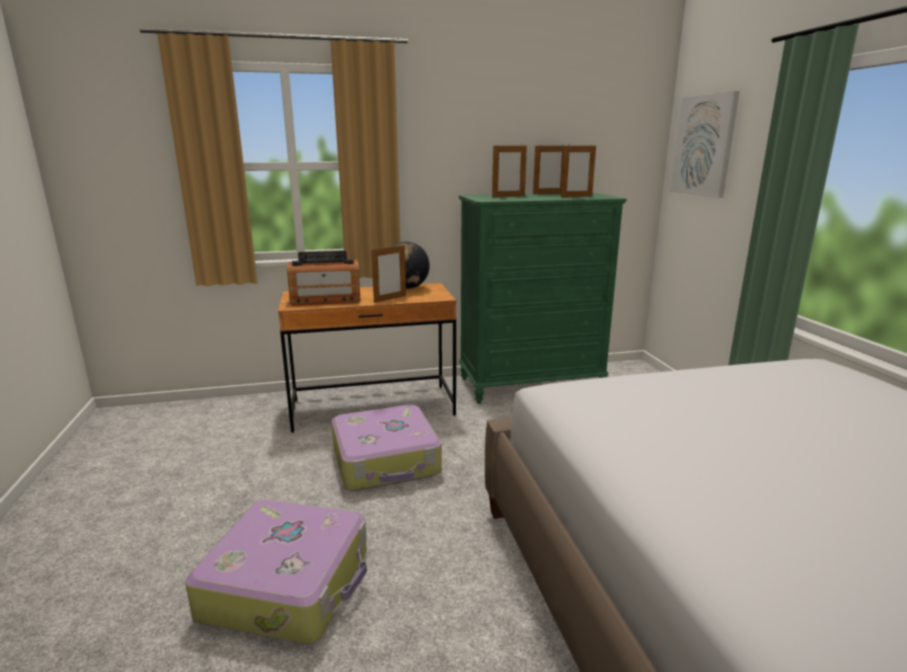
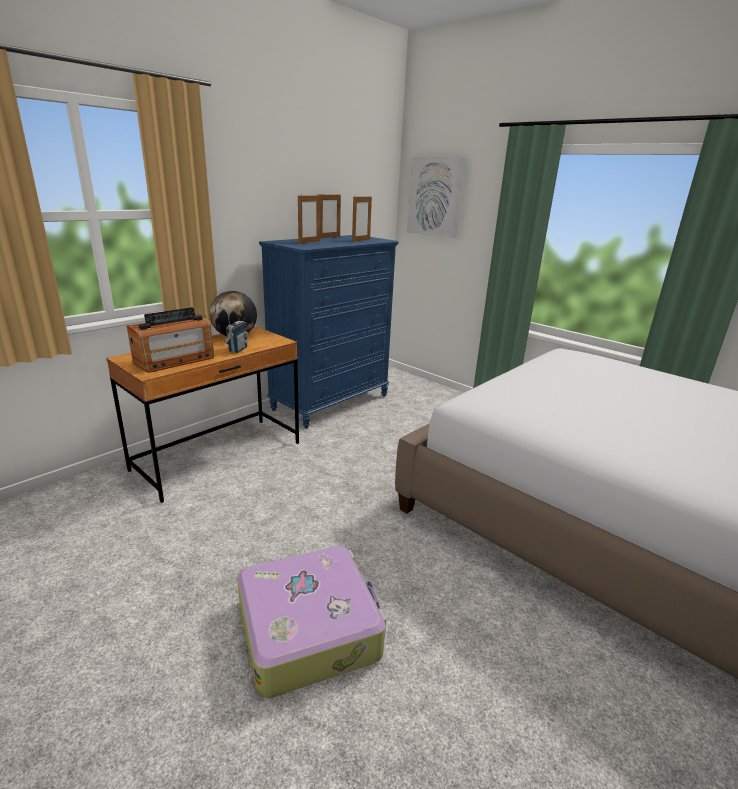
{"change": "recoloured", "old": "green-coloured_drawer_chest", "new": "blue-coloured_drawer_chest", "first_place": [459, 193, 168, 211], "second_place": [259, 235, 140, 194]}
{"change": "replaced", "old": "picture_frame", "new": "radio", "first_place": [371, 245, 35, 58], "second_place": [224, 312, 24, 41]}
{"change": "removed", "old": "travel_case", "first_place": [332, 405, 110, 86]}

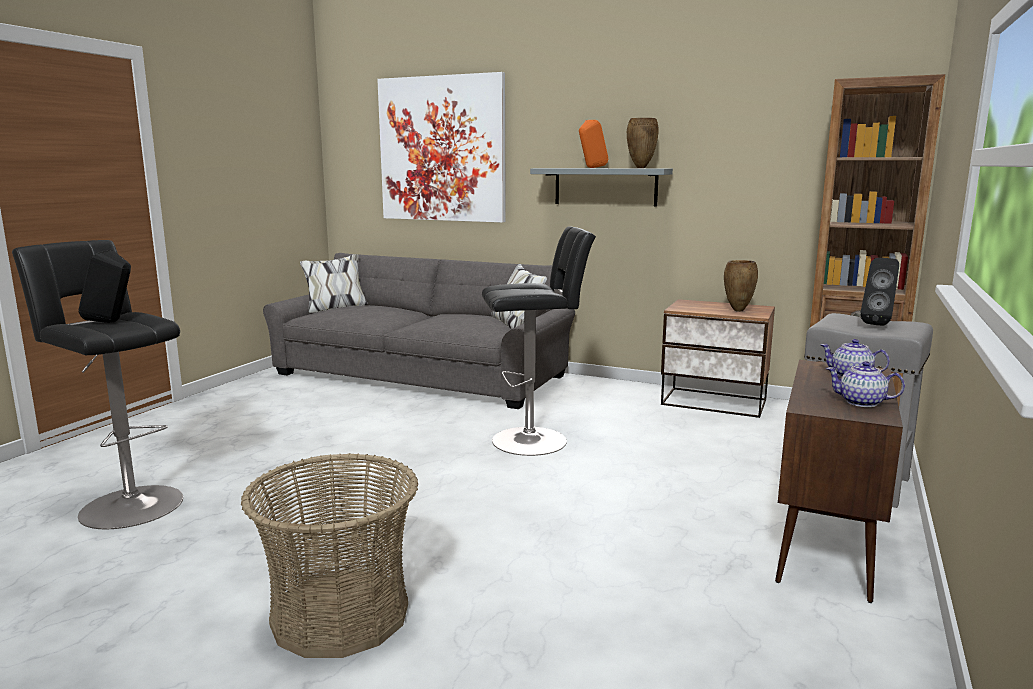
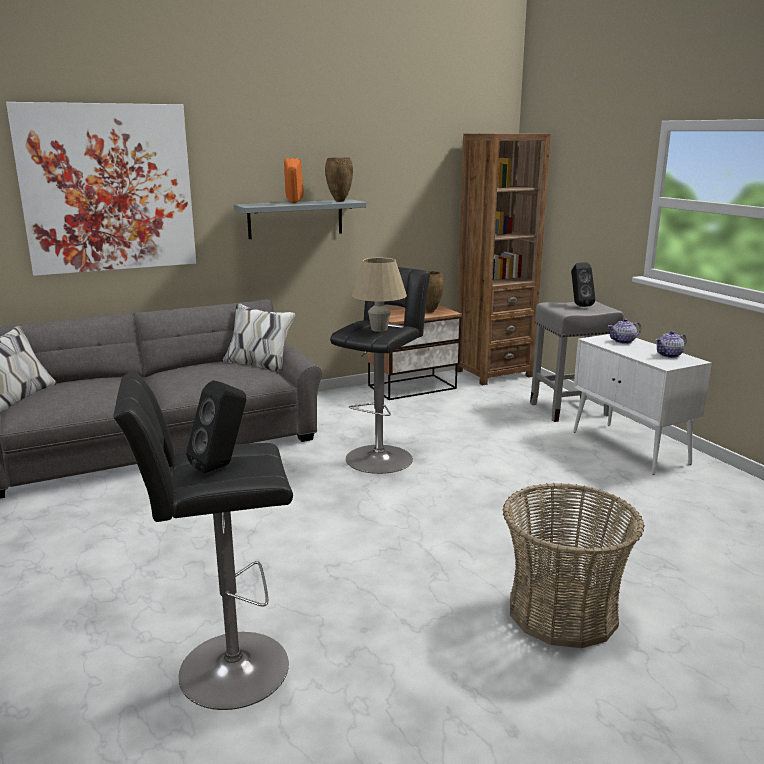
{"change": "recoloured", "old": "brown-coloured_storage_cabinet", "new": "white-coloured_storage_cabinet", "first_place": [775, 360, 128, 243], "second_place": [573, 334, 139, 141]}
{"change": "added", "new": "beige-coloured_table_lamp", "second_place": [352, 258, 55, 74]}

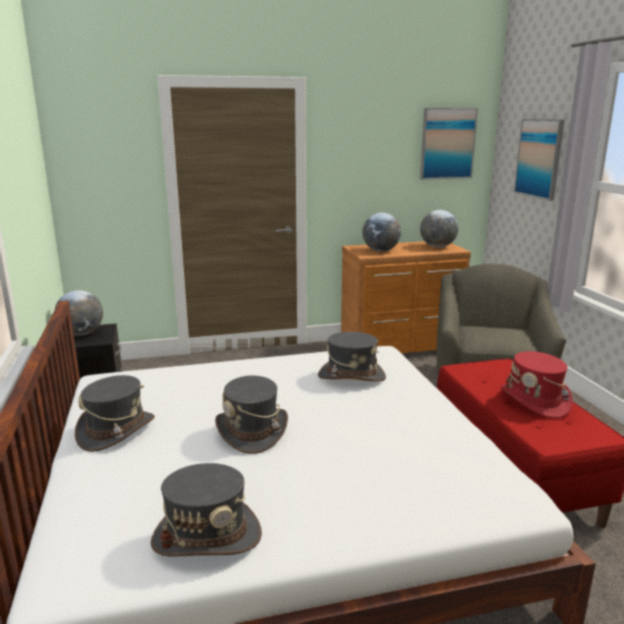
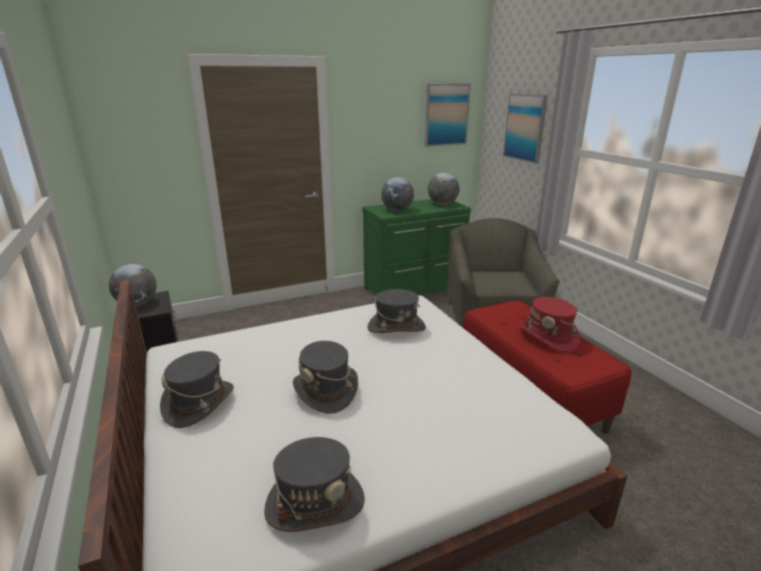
{"change": "recoloured", "old": "brown-coloured_drawer_chest", "new": "green-coloured_drawer_chest", "first_place": [341, 241, 130, 113], "second_place": [363, 199, 108, 96]}

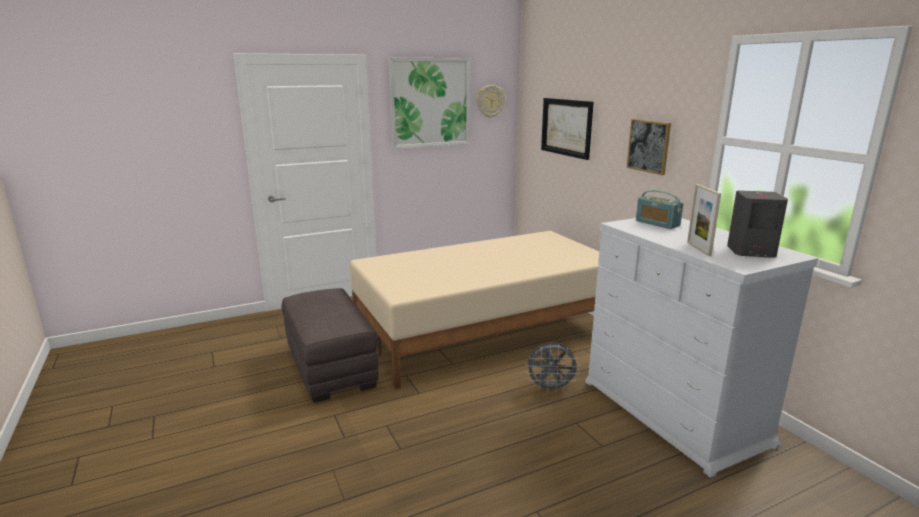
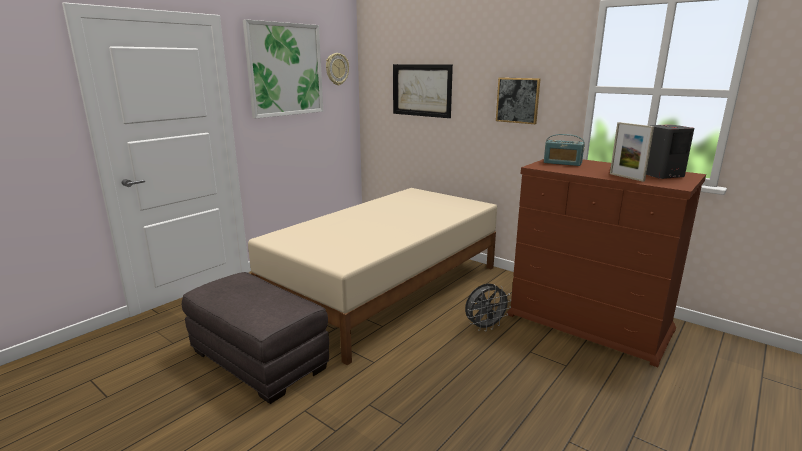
{"change": "recoloured", "old": "white-coloured_drawer_chest", "new": "brown-coloured_drawer_chest", "first_place": [585, 218, 233, 260], "second_place": [507, 159, 199, 208]}

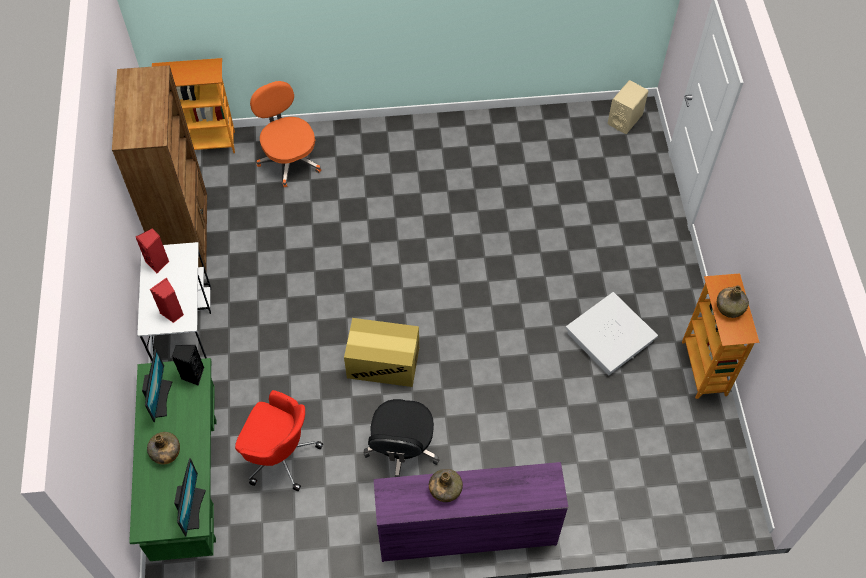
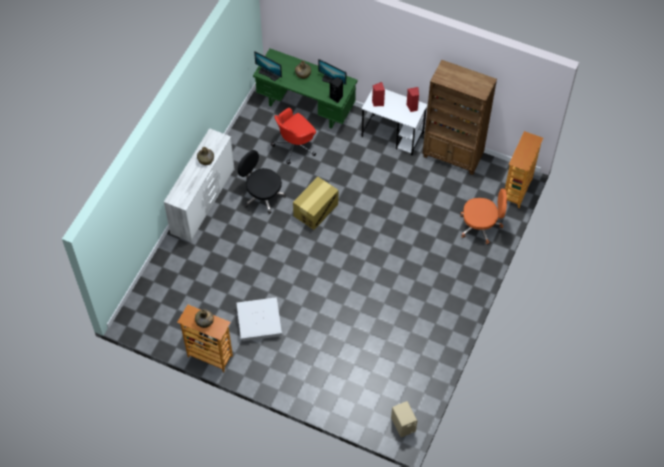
{"change": "recoloured", "old": "purple-coloured_drawer_chest", "new": "white-coloured_drawer_chest", "first_place": [374, 462, 194, 100], "second_place": [164, 128, 71, 114]}

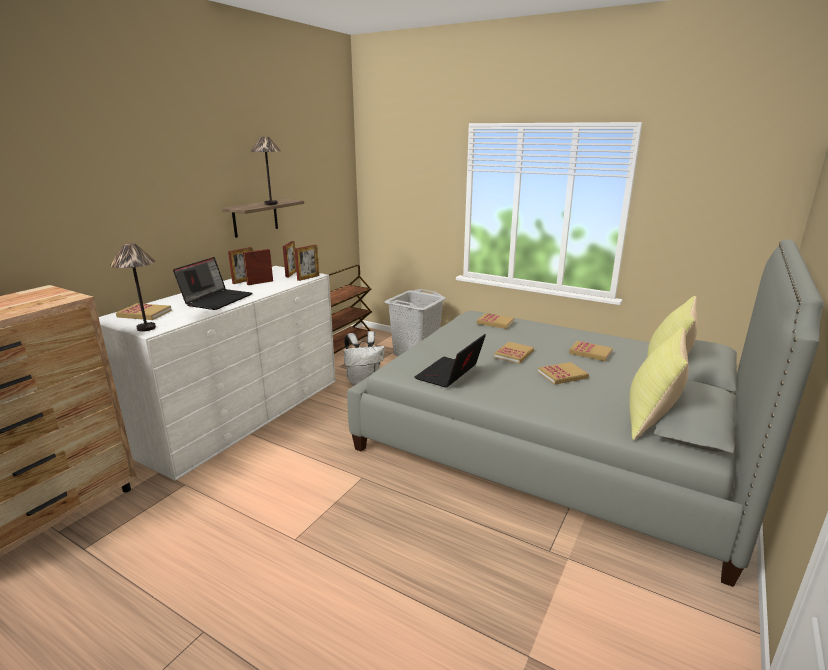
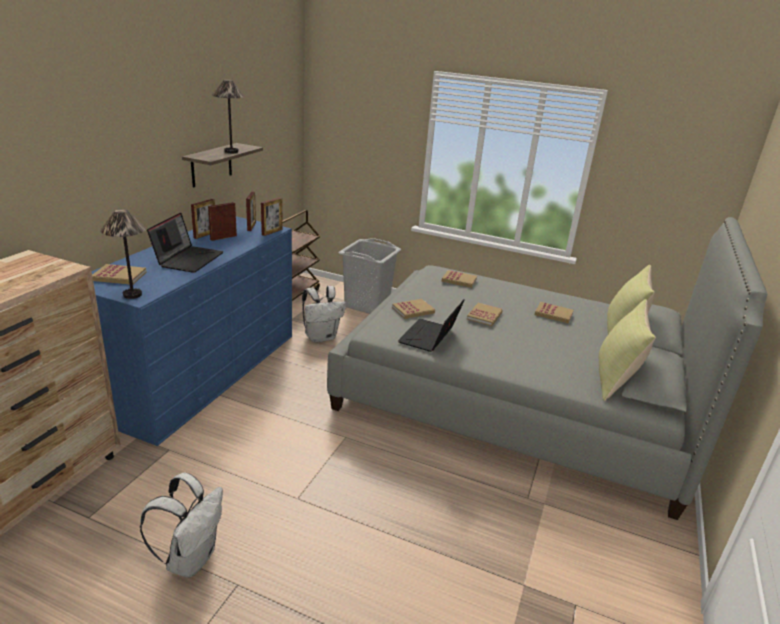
{"change": "recoloured", "old": "white-coloured_drawer_chest", "new": "blue-coloured_drawer_chest", "first_place": [99, 266, 237, 215], "second_place": [92, 216, 200, 230]}
{"change": "moved", "old": "bound_book", "first_place": [538, 362, 51, 23], "second_place": [392, 299, 43, 20]}
{"change": "added", "new": "white-coloured_backpack", "second_place": [140, 473, 83, 105]}

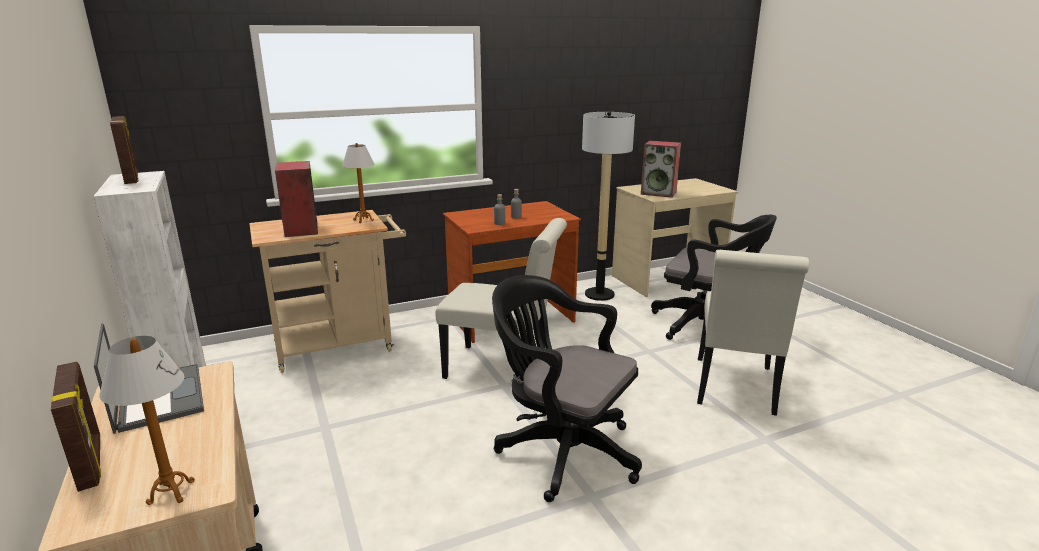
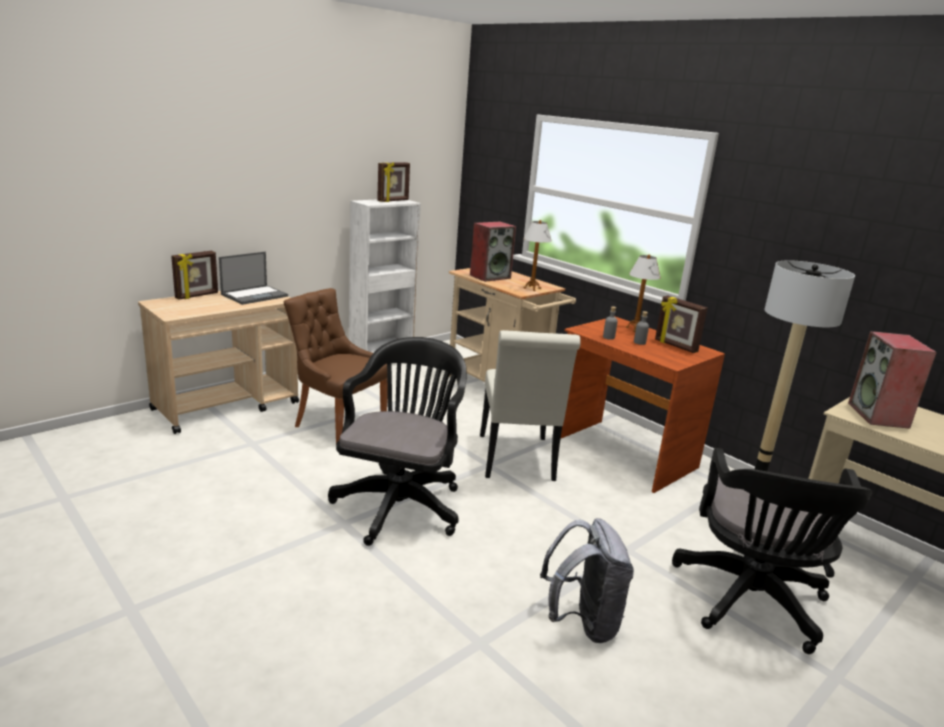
{"change": "replaced", "old": "white-coloured_plain_chair", "new": "gray_backpack", "first_place": [697, 250, 112, 166], "second_place": [540, 518, 94, 125]}
{"change": "moved", "old": "table_lamp", "first_place": [100, 336, 95, 169], "second_place": [626, 255, 35, 77]}
{"change": "added", "new": "brown-coloured_plain_chair", "second_place": [284, 288, 104, 155]}
{"change": "added", "new": "picture_frame", "second_place": [655, 296, 53, 57]}

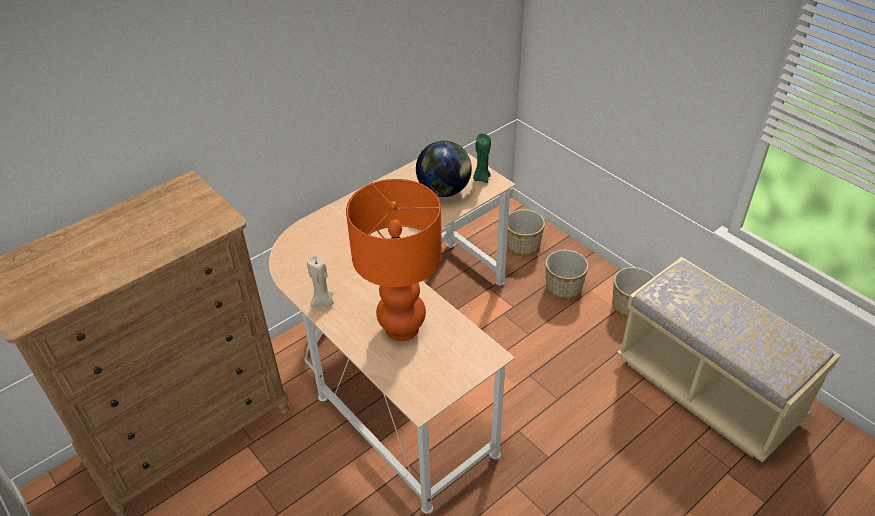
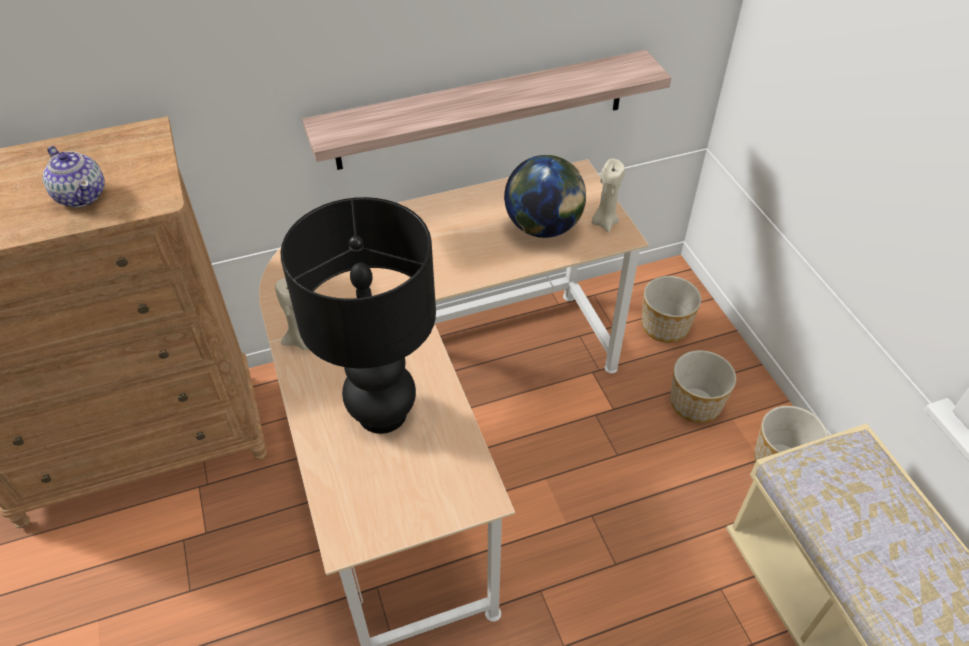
{"change": "recoloured", "old": "green-coloured_wax_light", "new": "beige-coloured_wax_light", "first_place": [473, 133, 18, 50], "second_place": [592, 159, 33, 73]}
{"change": "recoloured", "old": "orange-coloured_table_lamp", "new": "black-coloured_table_lamp", "first_place": [346, 179, 96, 162], "second_place": [280, 197, 156, 237]}
{"change": "added", "new": "shelf", "second_place": [302, 50, 369, 120]}
{"change": "added", "new": "tea_pot", "second_place": [42, 146, 62, 61]}

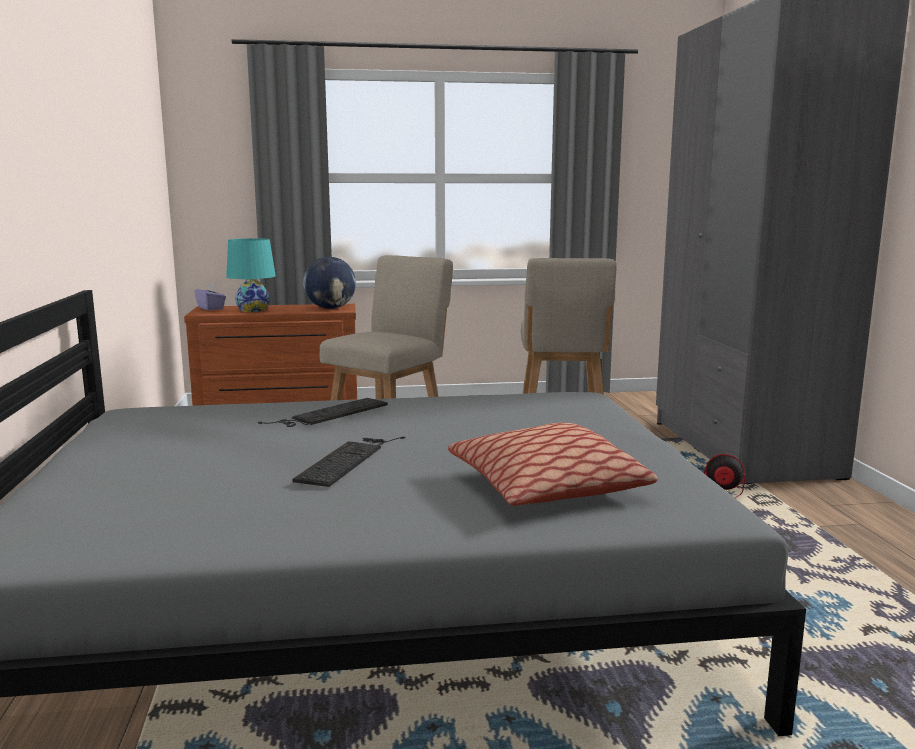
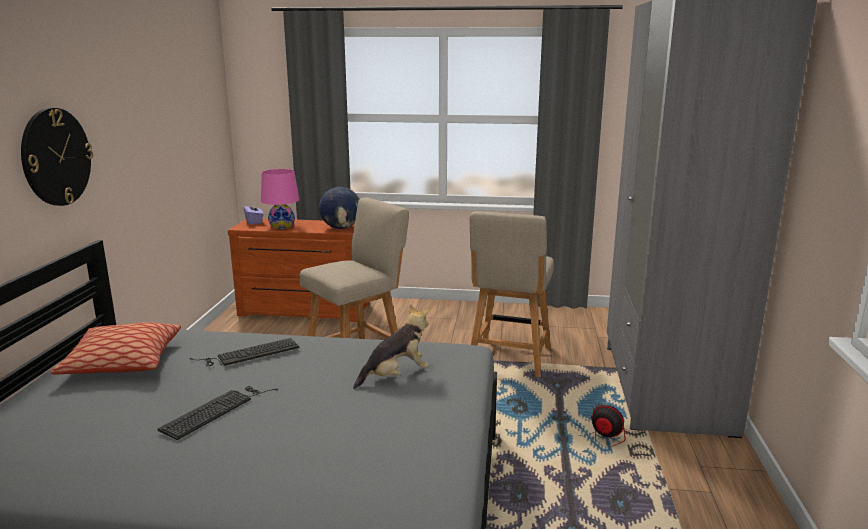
{"change": "recoloured", "old": "blue-green_table_lamp", "new": "pink-coloured_table_lamp", "first_place": [226, 238, 50, 74], "second_place": [261, 169, 39, 60]}
{"change": "moved", "old": "cushion", "first_place": [448, 423, 210, 83], "second_place": [50, 322, 131, 53]}
{"change": "added", "new": "wall_clock", "second_place": [21, 108, 72, 98]}
{"change": "added", "new": "cuddly_toy", "second_place": [353, 304, 76, 85]}

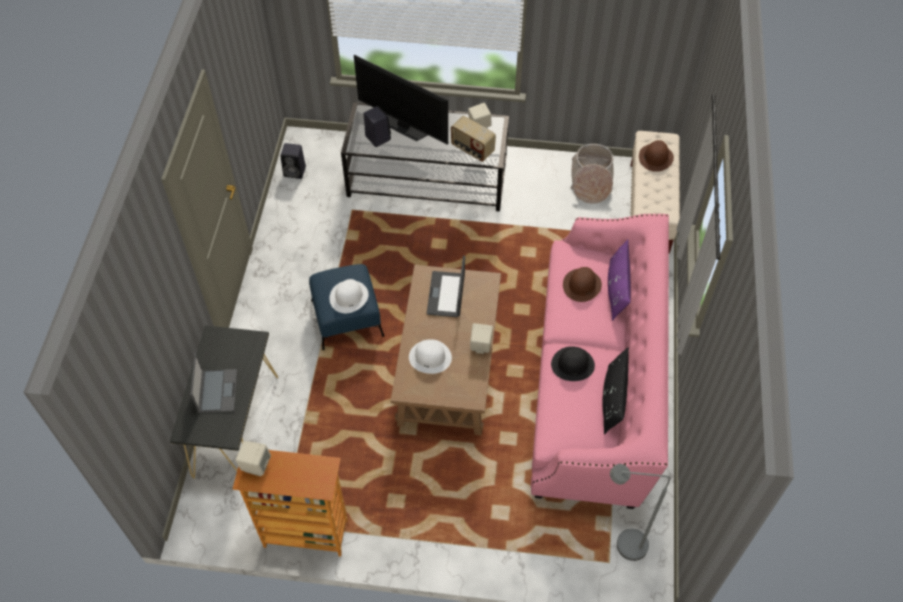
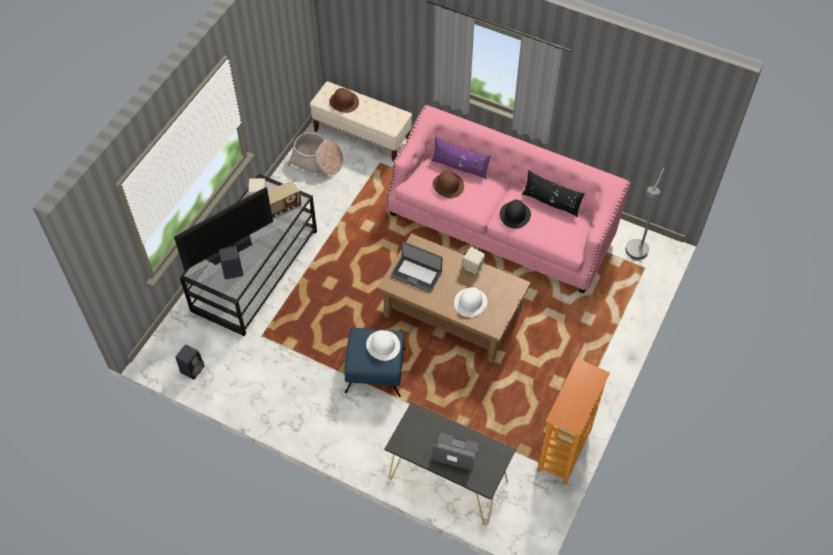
{"change": "removed", "old": "beige-coloured_loudspeaker", "first_place": [235, 441, 36, 35]}

